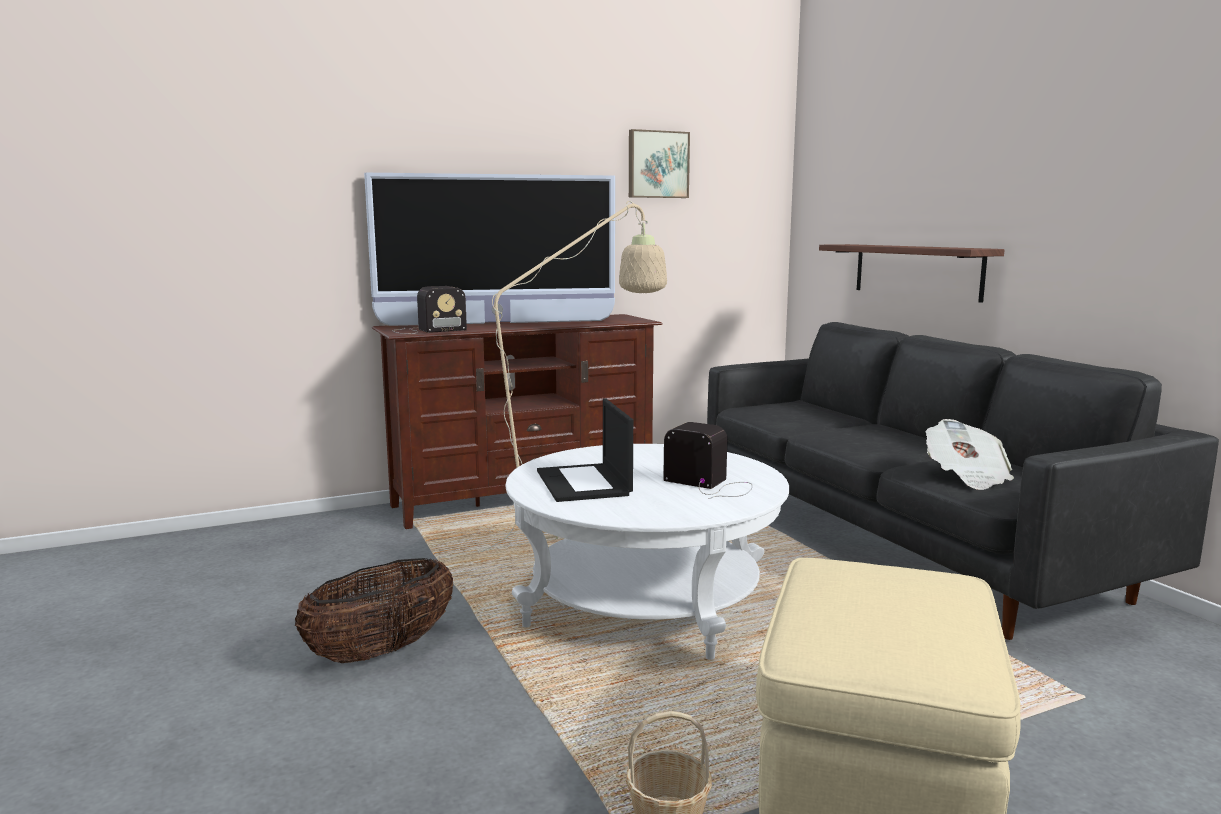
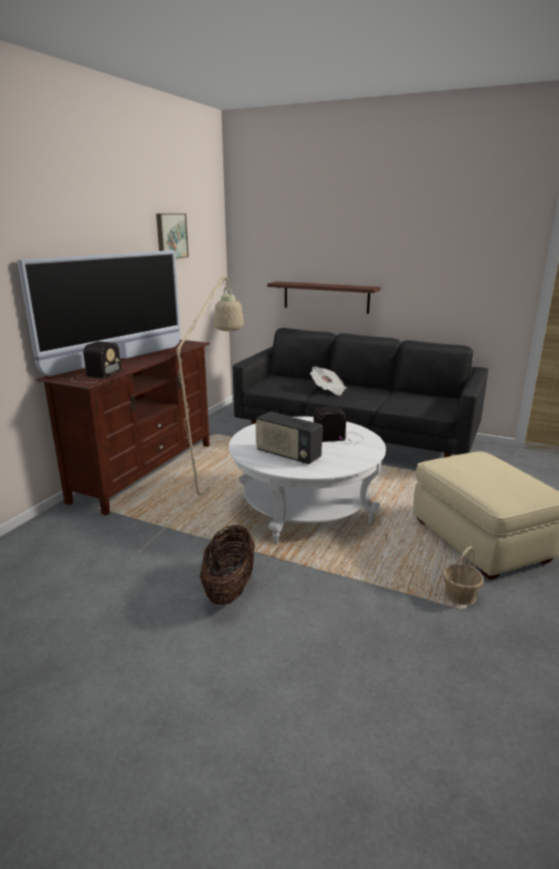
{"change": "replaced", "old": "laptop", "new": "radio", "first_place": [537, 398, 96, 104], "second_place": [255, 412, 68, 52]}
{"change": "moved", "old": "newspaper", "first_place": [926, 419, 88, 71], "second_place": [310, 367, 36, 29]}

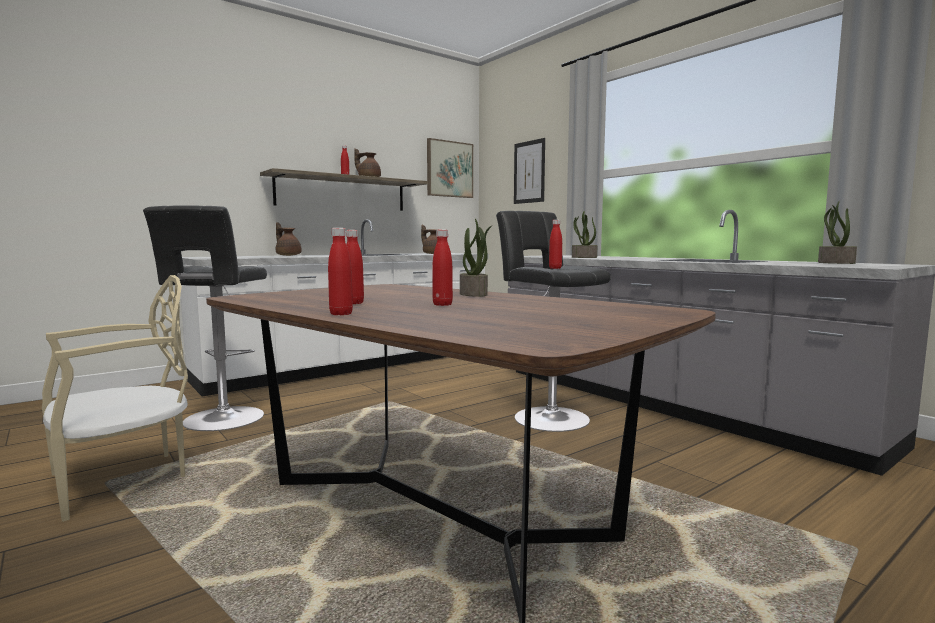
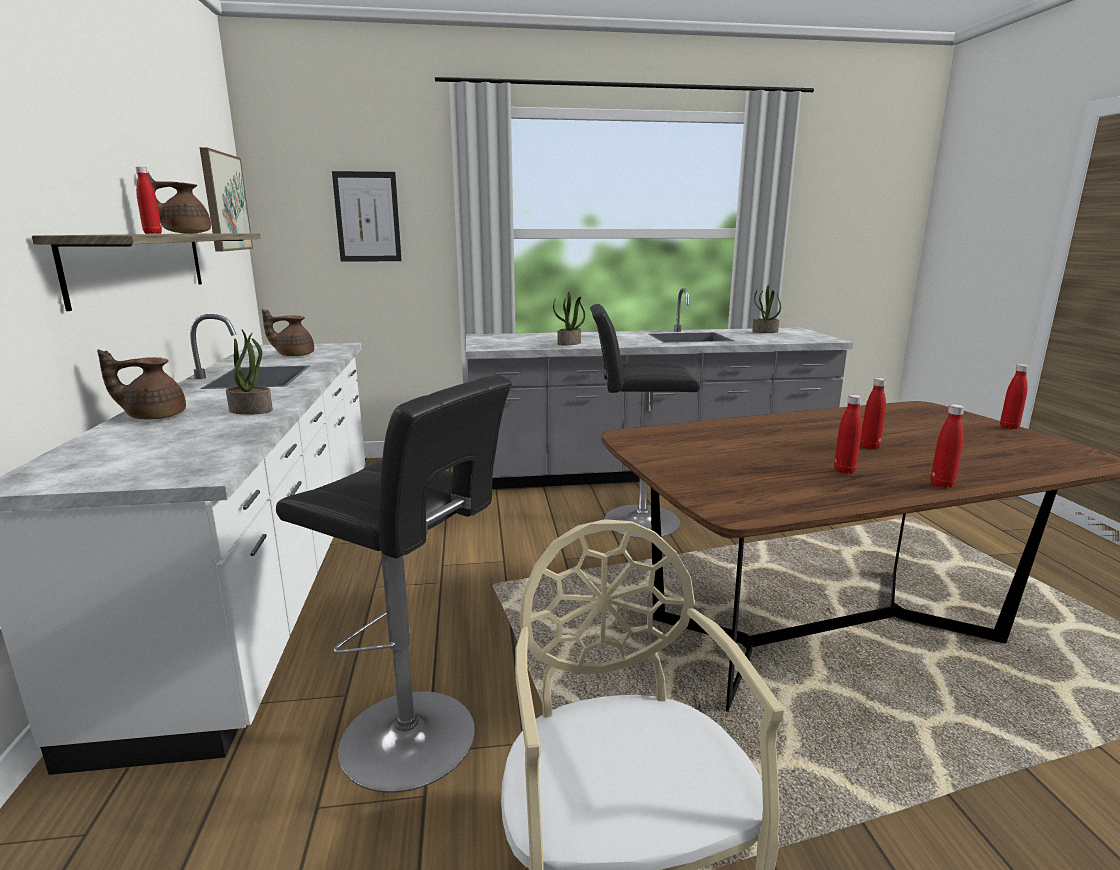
{"change": "moved", "old": "plant_in_a_pot", "first_place": [460, 219, 32, 78], "second_place": [226, 330, 47, 85]}
{"change": "moved", "old": "red_drink_bottle", "first_place": [549, 220, 13, 49], "second_place": [1000, 364, 29, 65]}

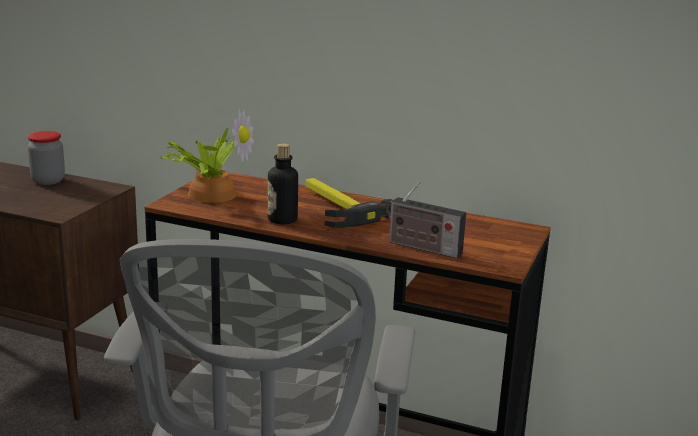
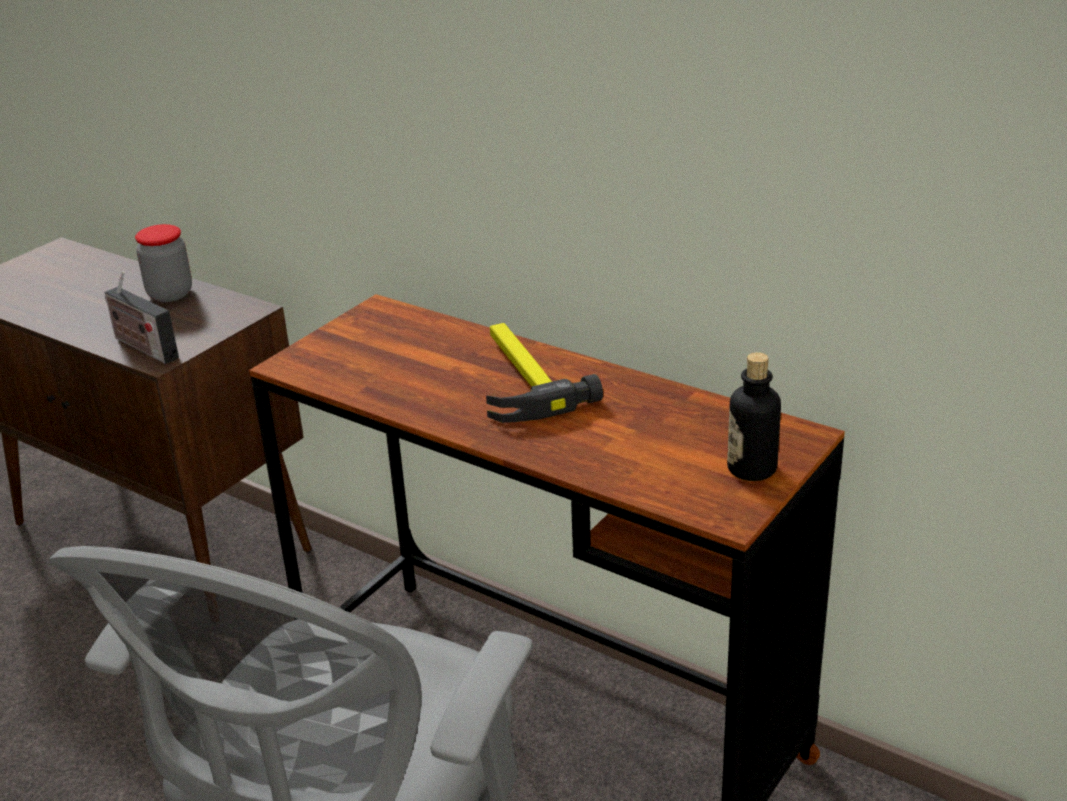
{"change": "removed", "old": "plant_in_a_pot", "first_place": [160, 109, 94, 94]}
{"change": "moved", "old": "drink_bottle", "first_place": [268, 143, 30, 81], "second_place": [727, 352, 54, 129]}
{"change": "moved", "old": "radio", "first_place": [385, 181, 81, 78], "second_place": [105, 271, 74, 93]}

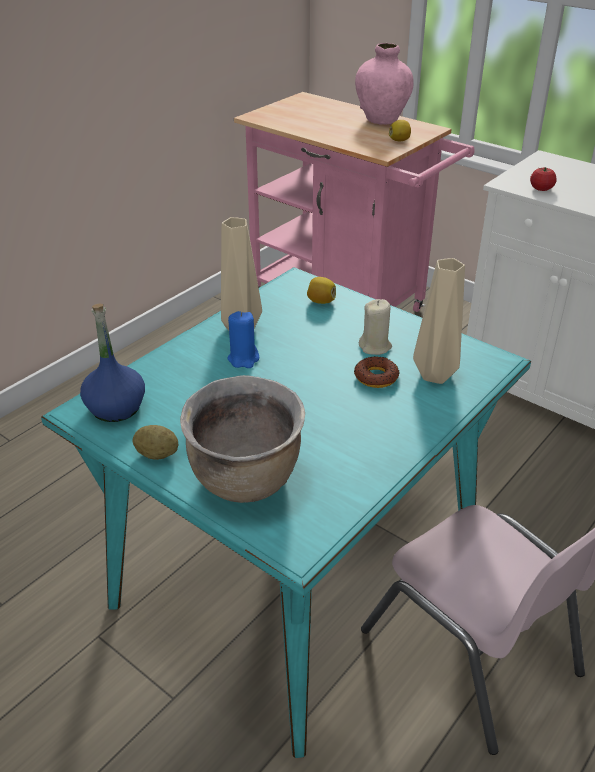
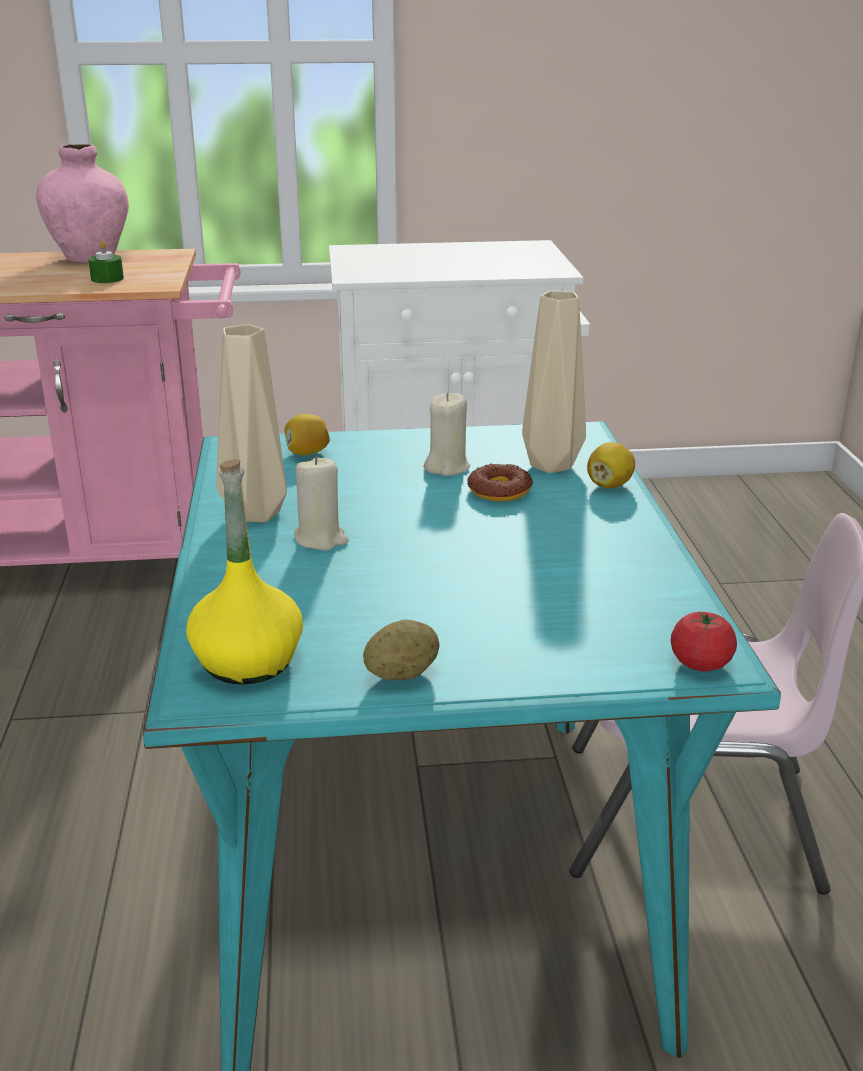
{"change": "moved", "old": "lemon", "first_place": [389, 120, 22, 21], "second_place": [587, 442, 48, 46]}
{"change": "moved", "old": "tomato", "first_place": [530, 167, 27, 24], "second_place": [671, 611, 66, 61]}
{"change": "recoloured", "old": "blue-coloured_drink_bottle", "new": "yellowish_drink_bottle", "first_place": [80, 303, 65, 119], "second_place": [186, 459, 117, 225]}
{"change": "recoloured", "old": "blue-coloured_wax_light", "new": "beige-coloured_wax_light", "first_place": [227, 311, 32, 57], "second_place": [294, 456, 55, 95]}
{"change": "removed", "old": "brown-coloured_stockpot", "first_place": [180, 375, 125, 128]}
{"change": "added", "new": "green-coloured_wax_light", "second_place": [88, 240, 36, 43]}

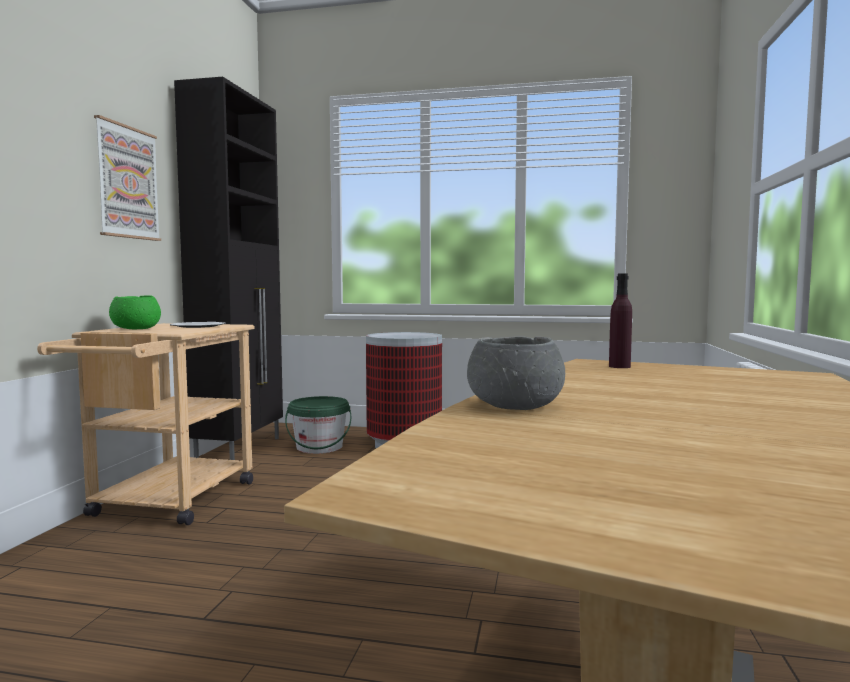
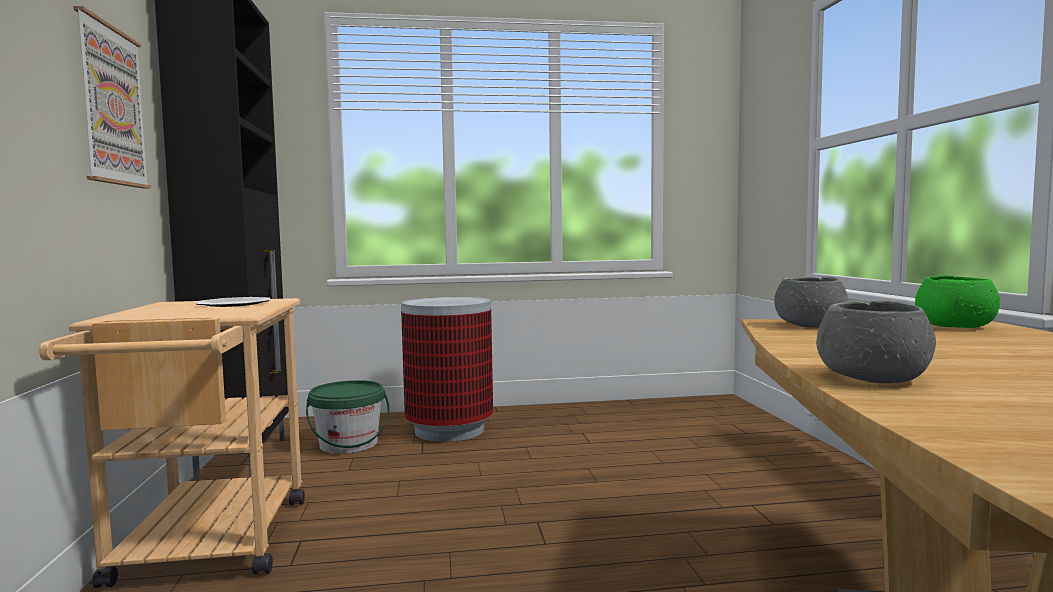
{"change": "replaced", "old": "purple-coloured_drink_bottle", "new": "gray_bowl", "first_place": [609, 273, 23, 95], "second_place": [774, 277, 74, 51]}
{"change": "moved", "old": "green-coloured_bowl", "first_place": [109, 295, 52, 34], "second_place": [915, 275, 85, 53]}

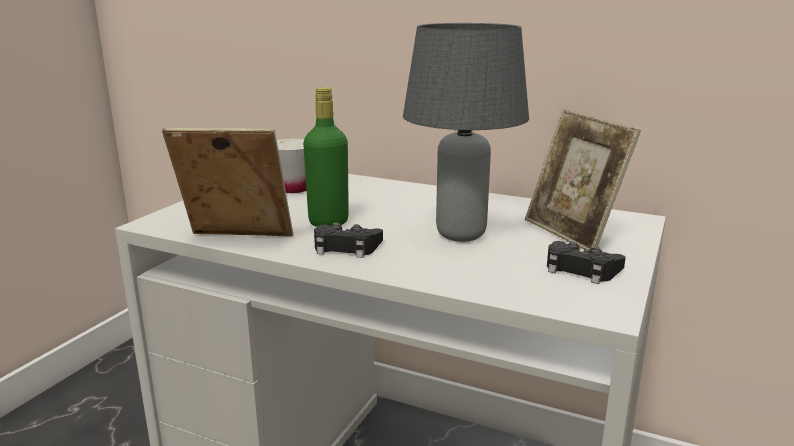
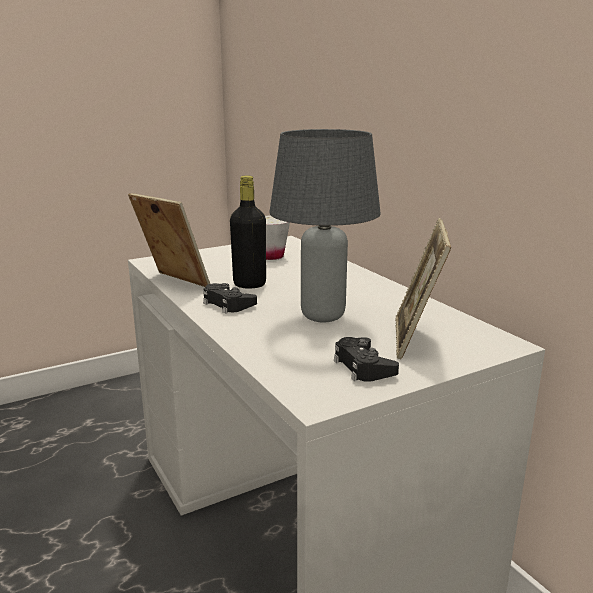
{"change": "recoloured", "old": "green-coloured_drink_bottle", "new": "black-coloured_drink_bottle", "first_place": [303, 87, 46, 140], "second_place": [230, 175, 36, 113]}

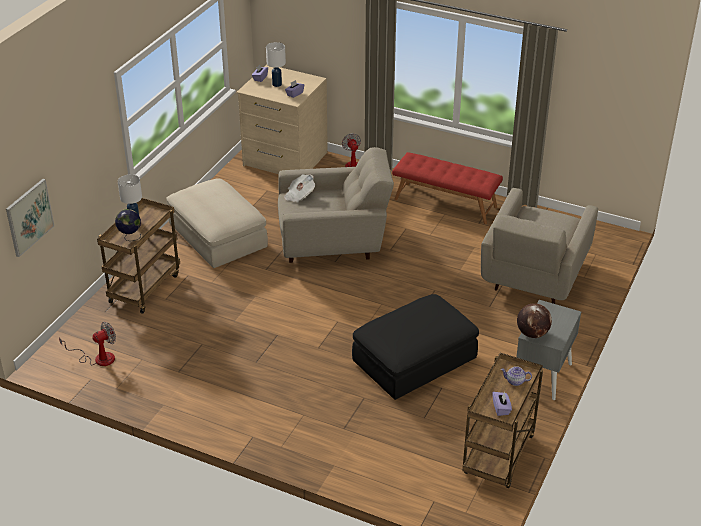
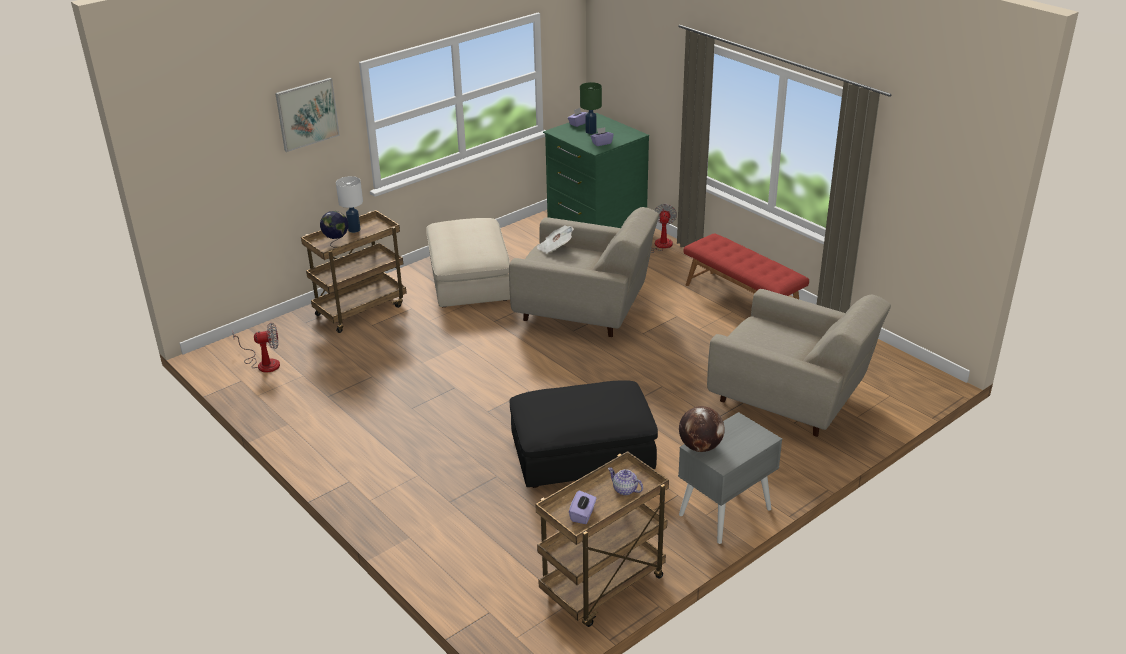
{"change": "recoloured", "old": "white-coloured_table_lamp", "new": "green-coloured_table_lamp", "first_place": [266, 42, 20, 45], "second_place": [580, 82, 22, 52]}
{"change": "recoloured", "old": "beige-coloured_drawer_chest", "new": "green-coloured_drawer_chest", "first_place": [236, 65, 92, 109], "second_place": [543, 113, 106, 115]}
{"change": "moved", "old": "wall_art", "first_place": [6, 179, 48, 78], "second_place": [275, 78, 65, 74]}
{"change": "turned", "old": "beige-coloured_lounge_chair", "first_place": [481, 188, 117, 116], "second_place": [707, 289, 184, 148], "degrees": -105}

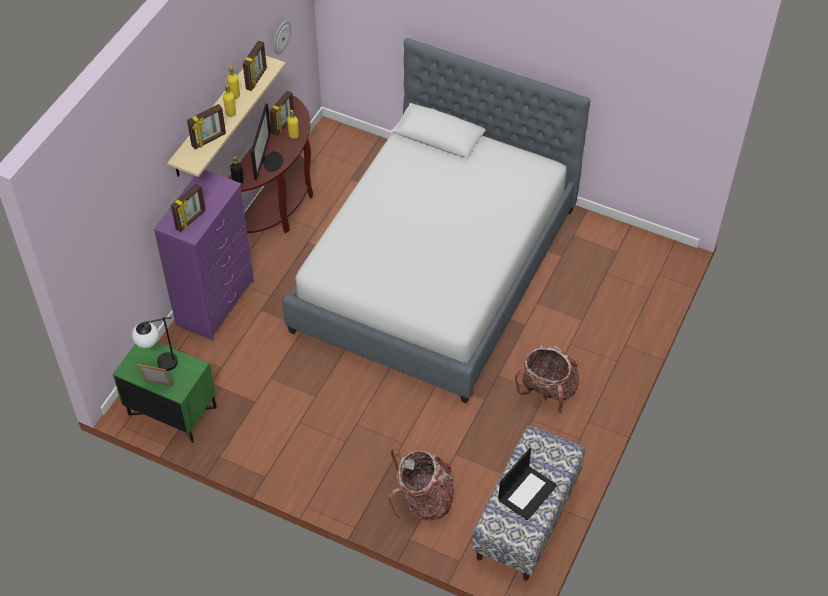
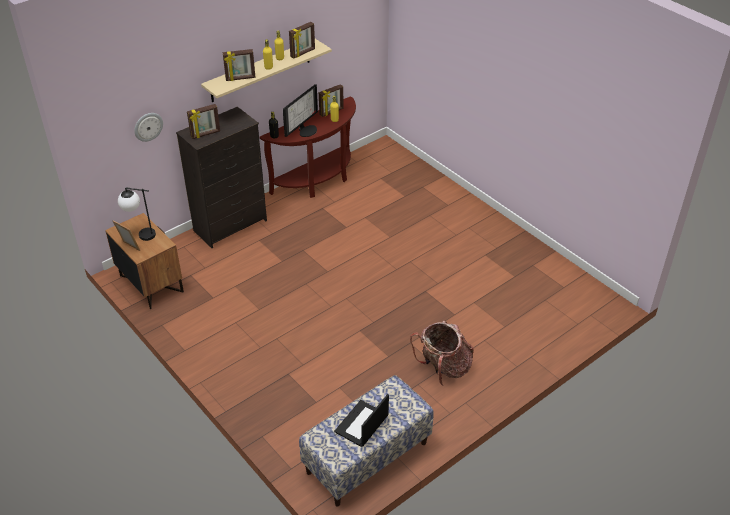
{"change": "moved", "old": "wall_clock", "first_place": [273, 20, 18, 35], "second_place": [134, 113, 29, 29]}
{"change": "removed", "old": "bed", "first_place": [282, 38, 308, 366]}
{"change": "recoloured", "old": "purple-coloured_drawer_chest", "new": "black-coloured_drawer_chest", "first_place": [154, 170, 100, 171], "second_place": [176, 107, 91, 141]}
{"change": "recoloured", "old": "green-coloured_bedside_table", "new": "brown-coloured_bedside_table", "first_place": [113, 342, 104, 101], "second_place": [105, 213, 79, 96]}
{"change": "turned", "old": "laptop", "first_place": [498, 448, 59, 73], "second_place": [334, 394, 55, 53], "degrees": 150}
{"change": "removed", "old": "backpack", "first_place": [388, 449, 66, 72]}

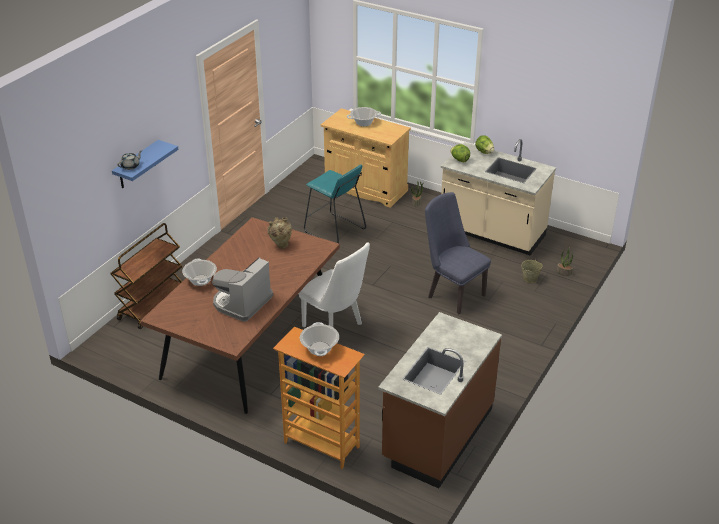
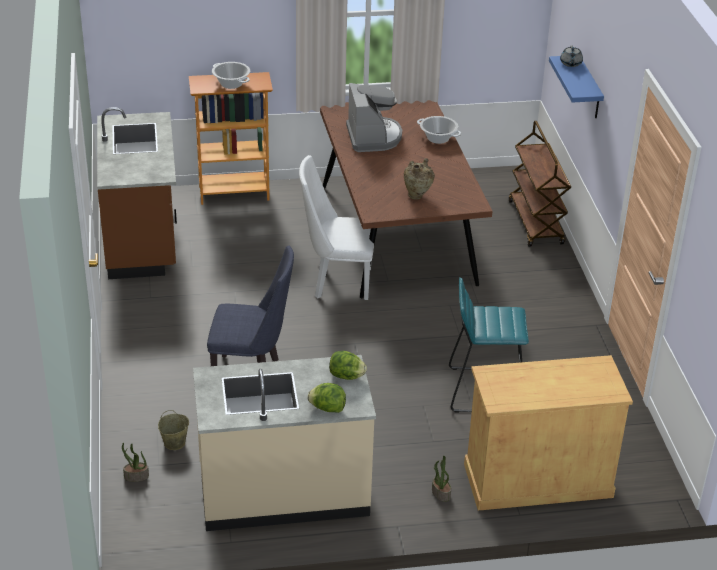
{"change": "removed", "old": "stockpot", "first_place": [347, 107, 34, 19]}

